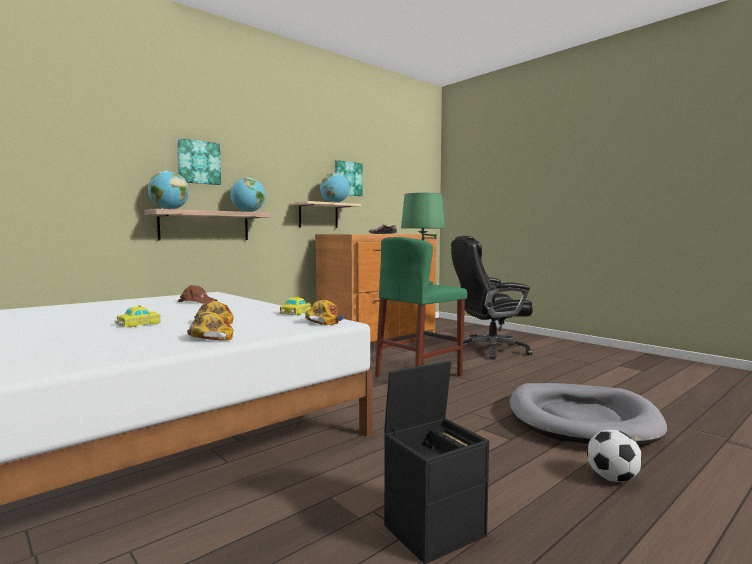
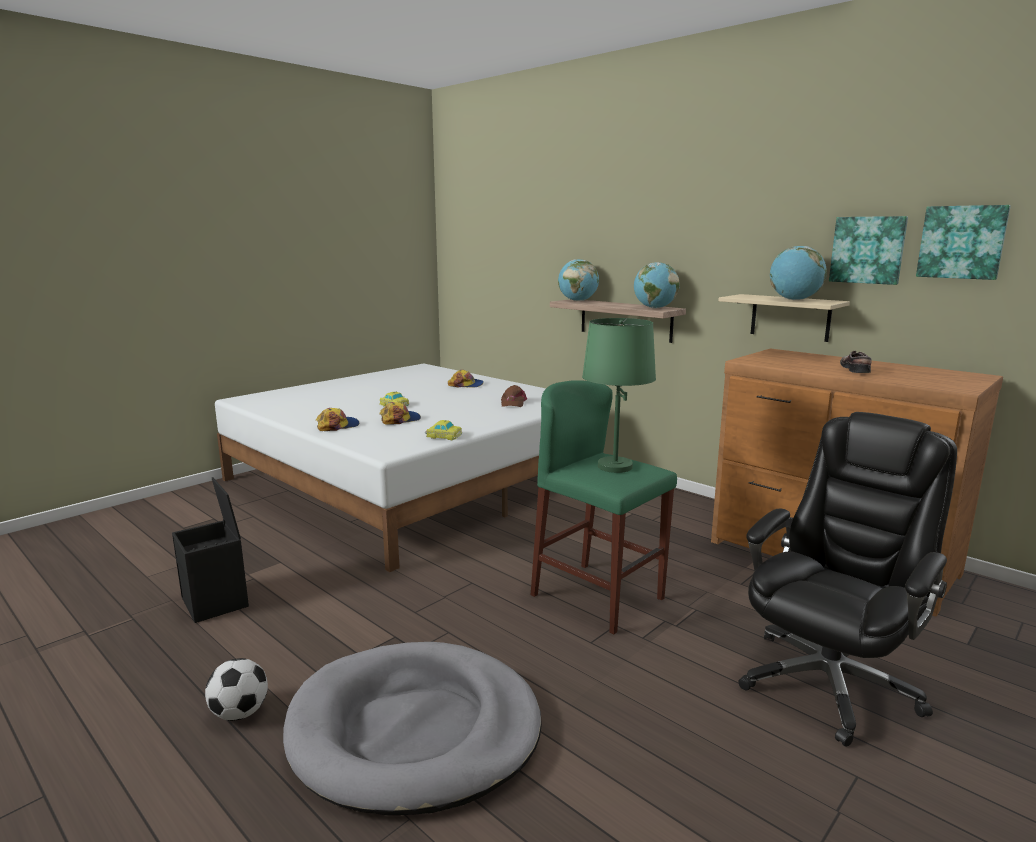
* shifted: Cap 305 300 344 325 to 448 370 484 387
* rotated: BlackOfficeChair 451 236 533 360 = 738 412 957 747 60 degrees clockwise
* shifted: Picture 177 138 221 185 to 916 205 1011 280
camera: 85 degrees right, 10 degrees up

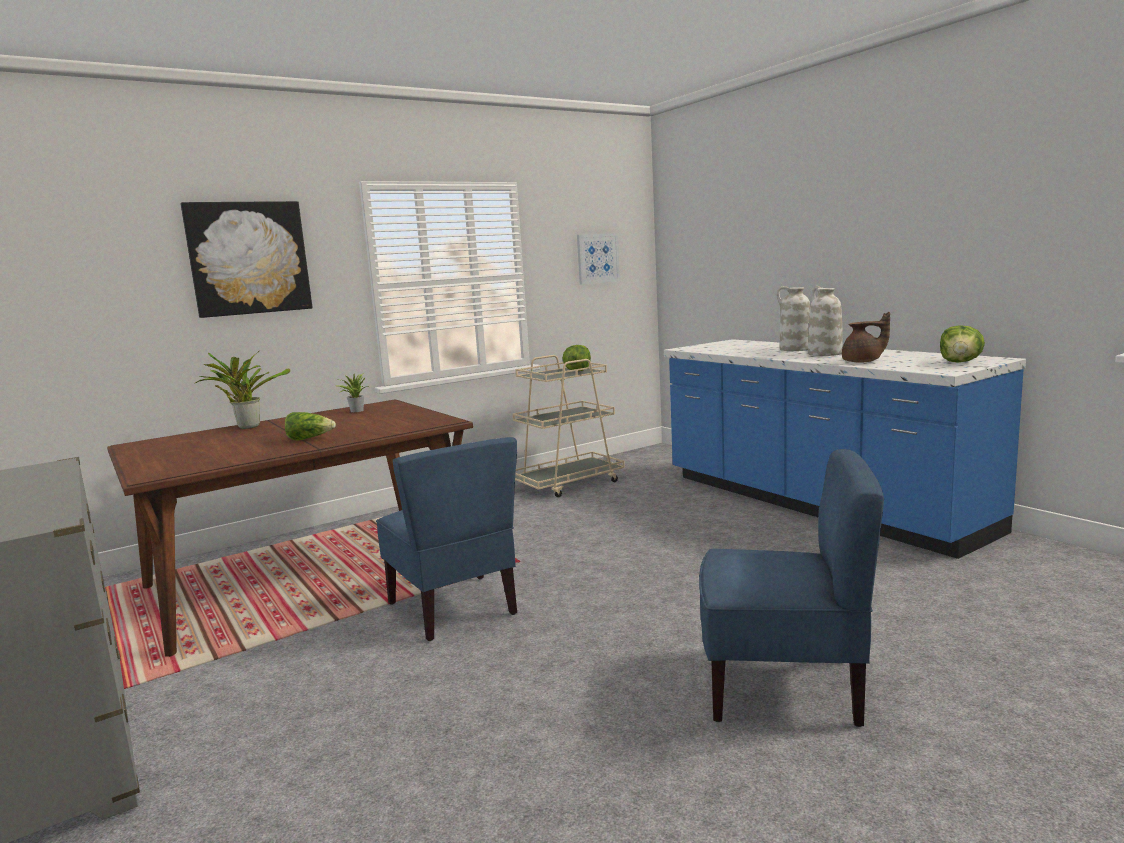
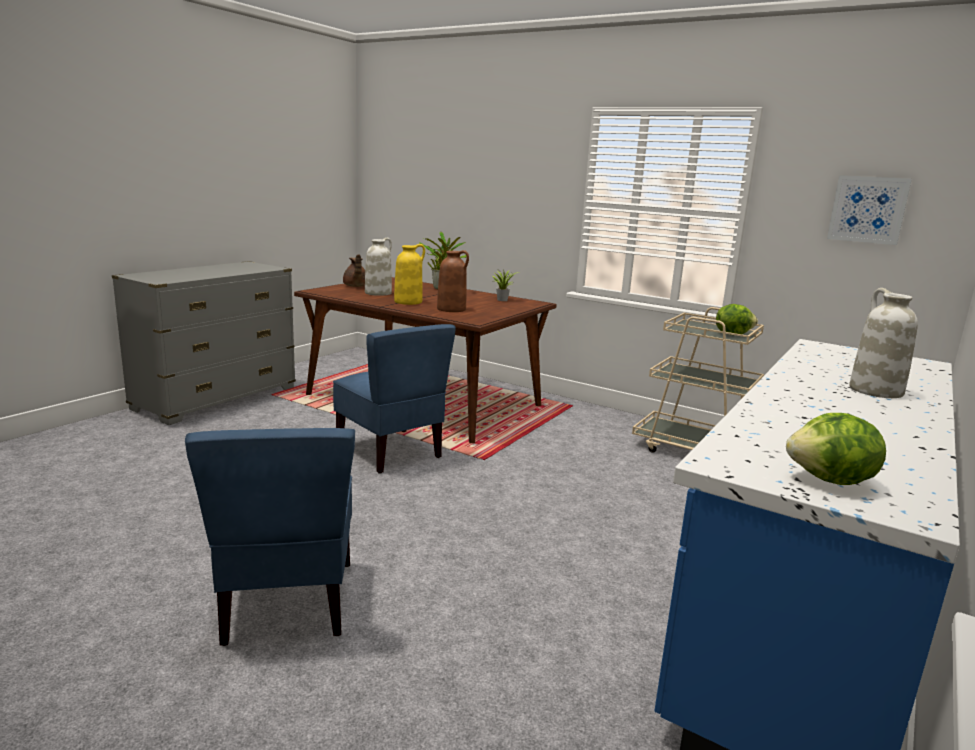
* rotated: BlueChair 376 437 517 641 = 333 324 456 474 75 degrees counterclockwise
* shifted: BrownTeapot 842 312 890 362 to 343 254 365 287
* shifted: WhiteVase 808 286 843 356 to 365 238 392 296
* swapped: Lettuce 285 412 336 440 to YellowVase 394 244 425 305
* new: BrownVase 437 250 469 312
* gone: Picture 181 201 312 318
camera: 65 degrees right, 5 degrees up

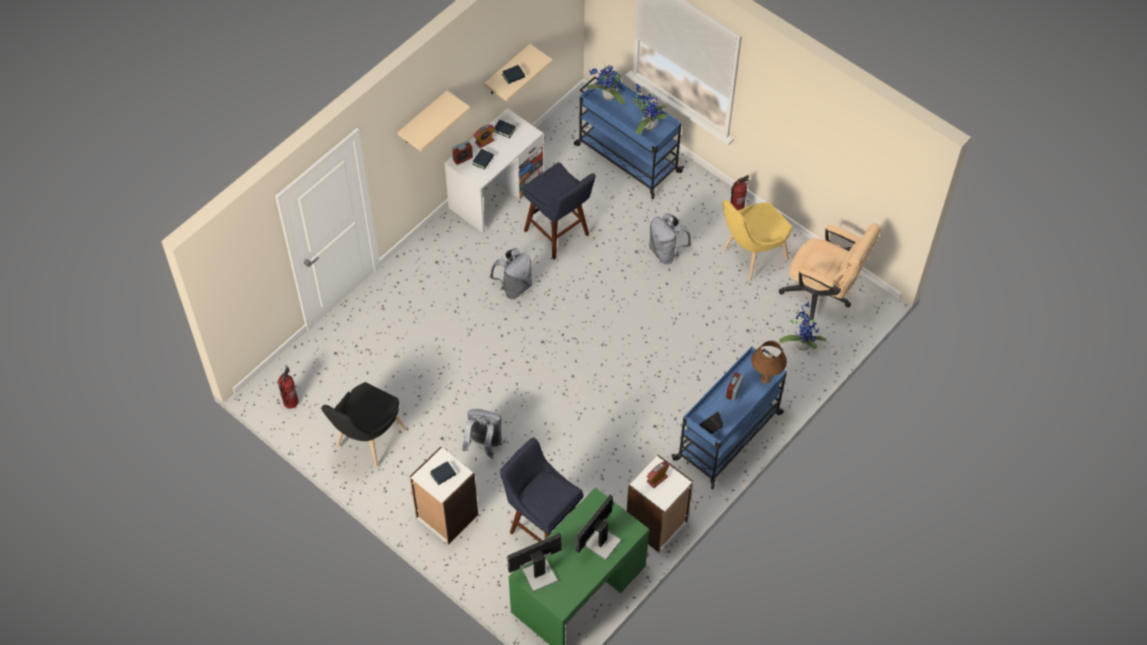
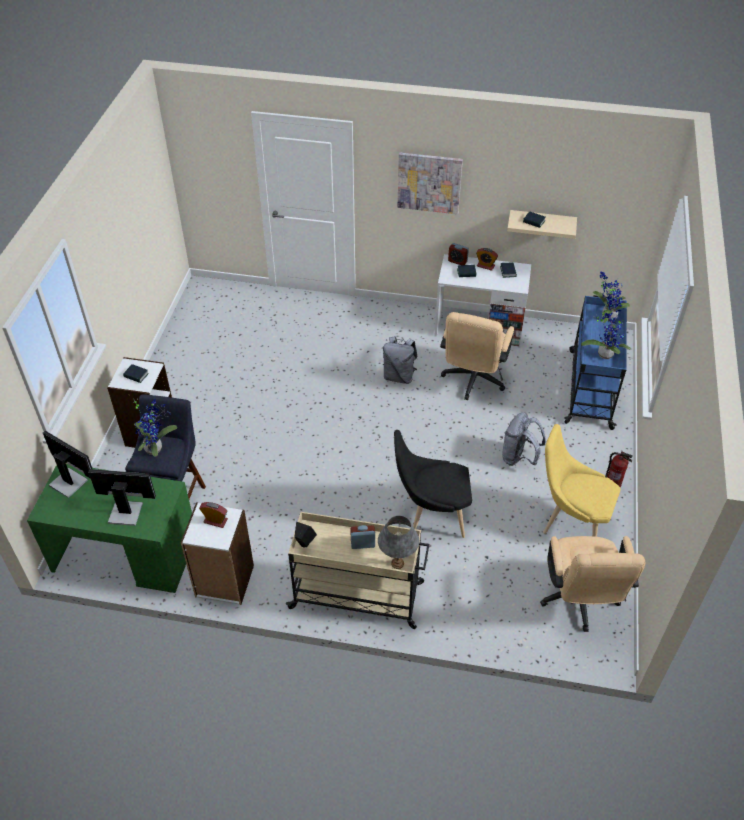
* shifted: PottedPlant 779 301 826 351 to 133 398 177 457
* repainted: BlueCart 671 346 787 489 to BeigeCart 286 512 429 629
* repainted: BrownTableLamp 752 341 787 383 to GreyTableLamp 378 516 419 569
* shifted: BlackChair 321 382 406 467 to 394 430 472 538
* swapped: BeigeShelf 398 91 470 152 to Picture 398 153 463 214
* swapped: BlueStool 522 162 596 259 to BeigeOfficeChair 440 312 514 400
* gone: FireExtinguisher 278 367 299 409
* gone: GreyBackpack 462 409 502 459
camera: 60 degrees right, 10 degrees down

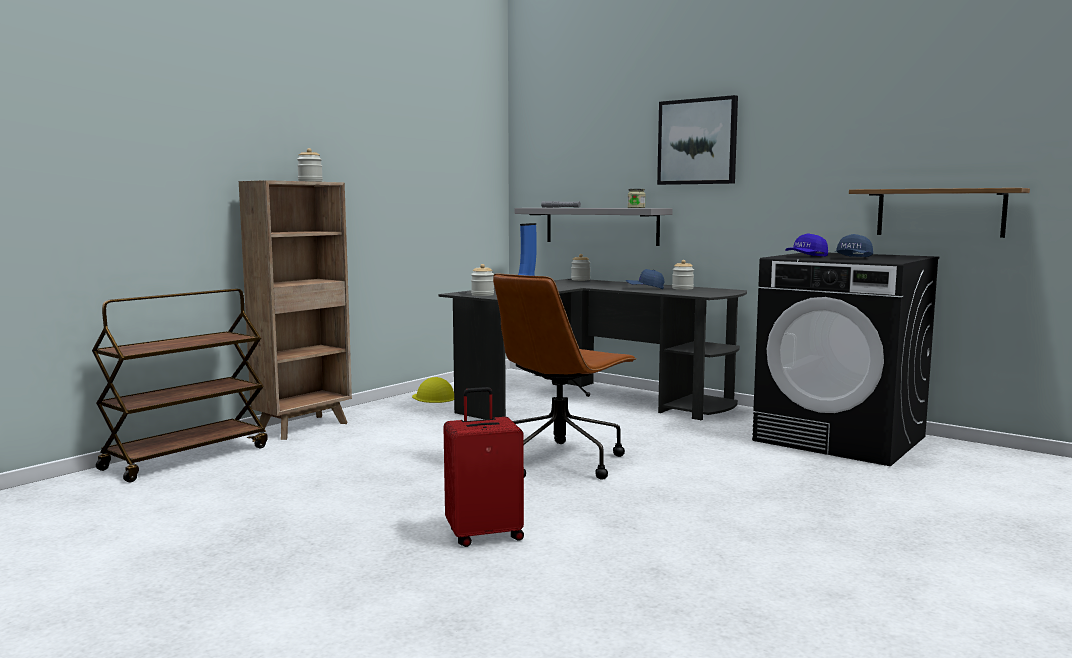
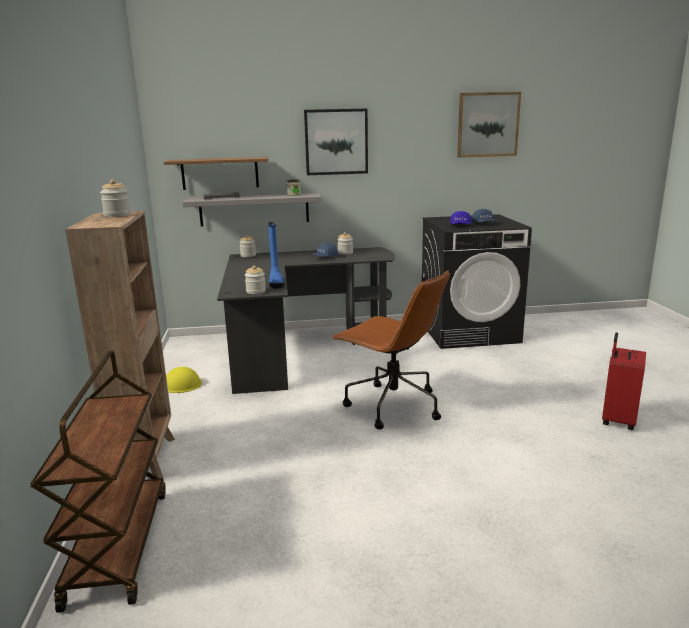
* shifted: Shelf 849 188 1030 238 to 164 157 268 190
* rotated: BrownOfficeChair 493 273 636 480 = 332 270 450 429 45 degrees counterclockwise
* new: Picture 457 92 521 158
* shifted: RedSuitcase 443 387 524 547 to 602 332 646 430
camera: 45 degrees left, 10 degrees up

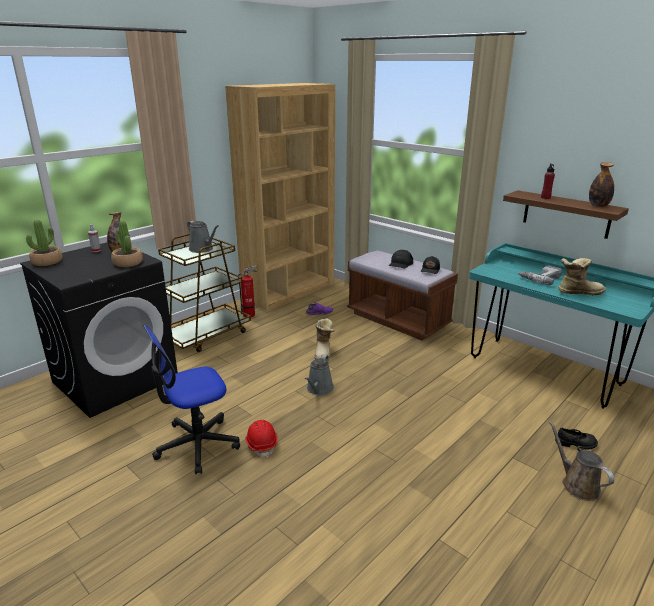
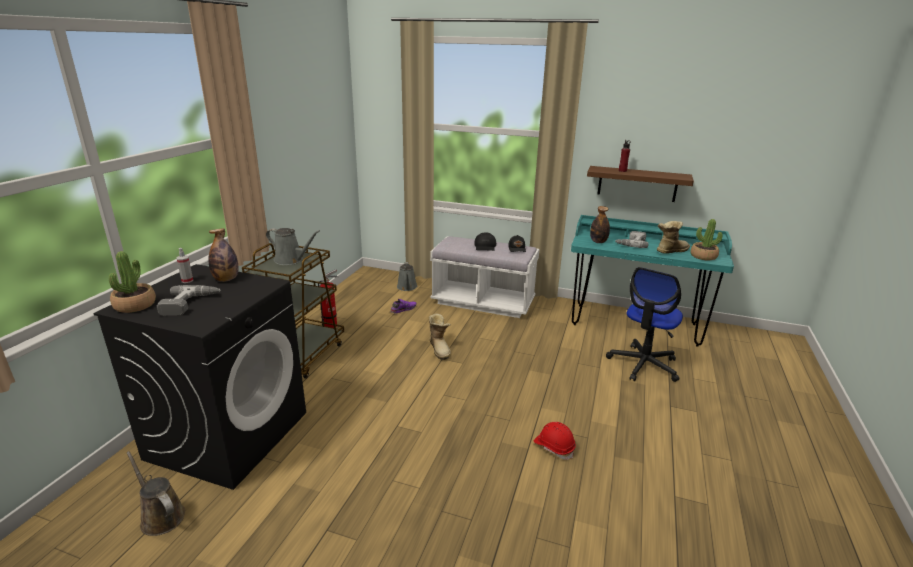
* shifted: BrownWateringCan 549 421 615 501 to 127 451 185 536
* new: PowerDrill 157 285 221 316
* shifted: GreyWateringCan 305 355 334 396 to 397 262 417 291
* repainted: BrownBench 347 251 458 341 to WhiteBench 430 236 539 318
* shifted: RedHardHat 246 420 278 458 to 534 422 576 460
* shifted: Bottle 589 162 614 207 to 590 206 610 243
* shifted: OfficeChair 144 325 240 474 to 606 267 683 382
* shifted: PottedPlant 111 220 143 267 to 690 219 722 261
* gone: BrownBookcase 225 83 335 311
* gone: BlackShoe 555 428 598 450
camera: 25 degrees left, 0 degrees up

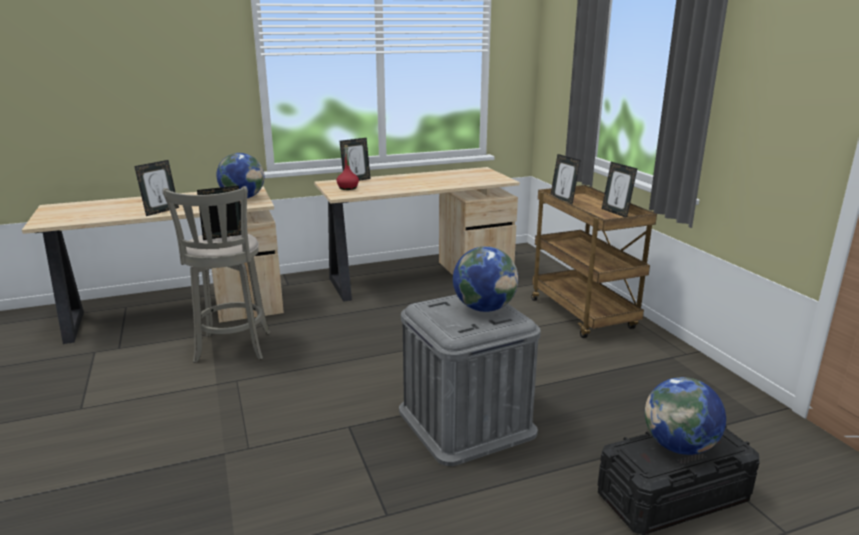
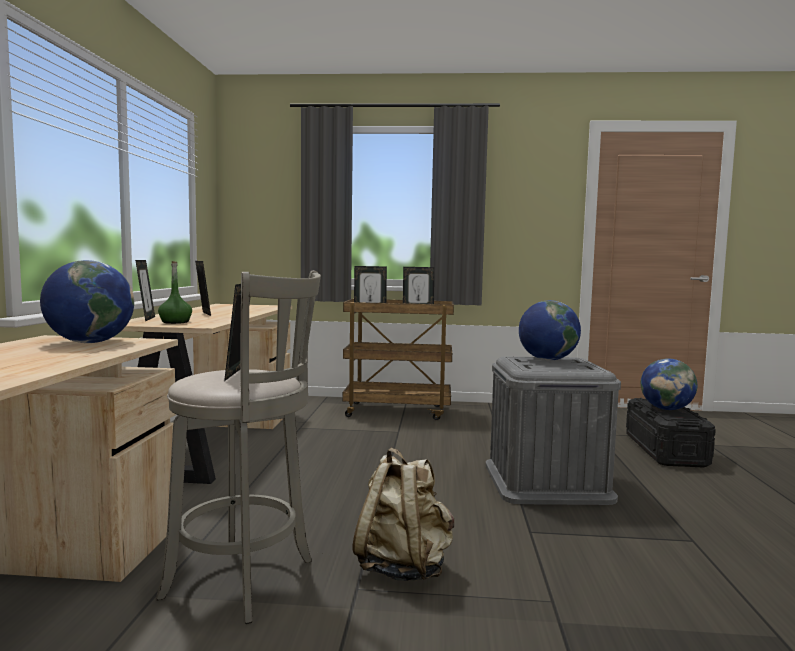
* repainted: RedBottle 336 145 359 190 to GreenBottle 158 261 192 324
* shifted: PictureFrame 134 160 179 216 to 195 261 211 316
* new: BeigeBackpack 352 448 454 581
camera: 65 degrees left, 15 degrees down

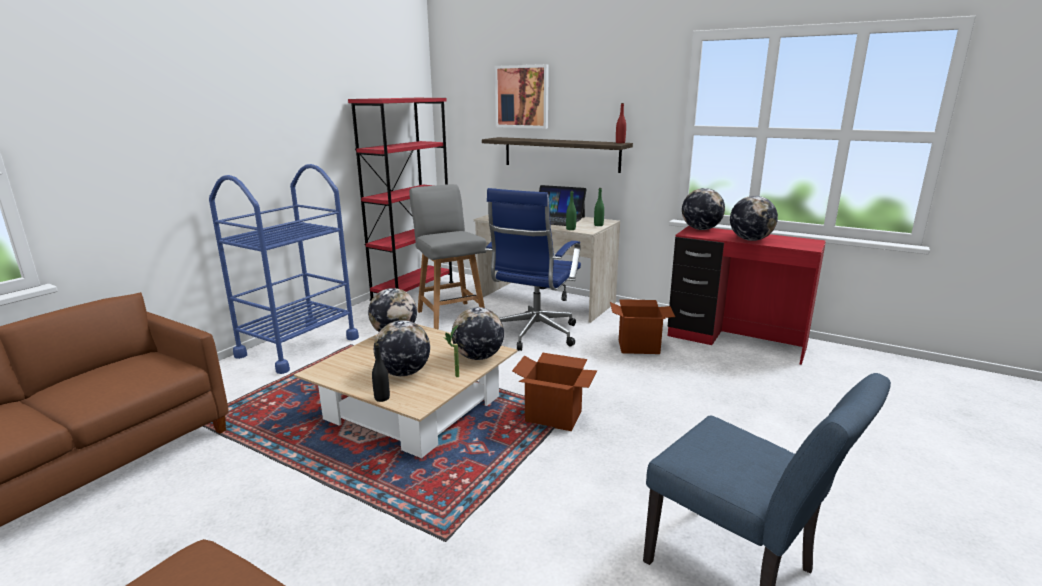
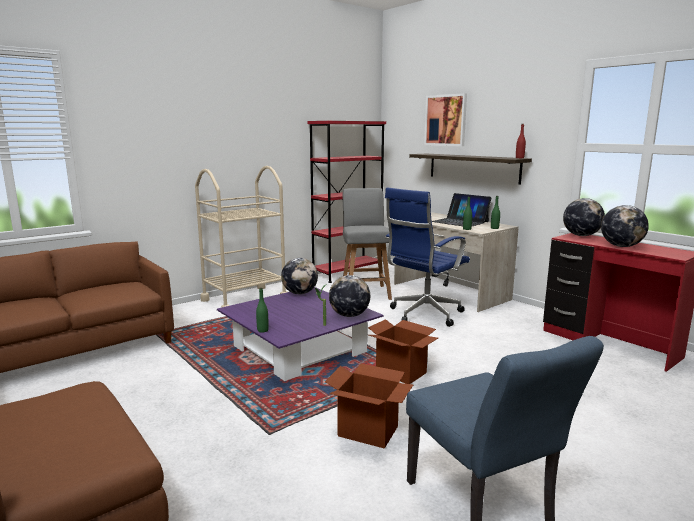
* repainted: BlueCart 209 164 359 374 to BeigeCart 195 166 287 308
* repainted: BeigeCoffeeTable 294 324 518 458 to PurpleCoffeeTable 217 287 384 381
* repainted: BlackBottle 372 343 390 402 to GreenBottle 256 288 269 333
* shifted: CardboardBox 610 299 675 354 to 325 363 414 449
* gone: Globe 374 320 430 376
camera: 20 degrees right, 5 degrees down

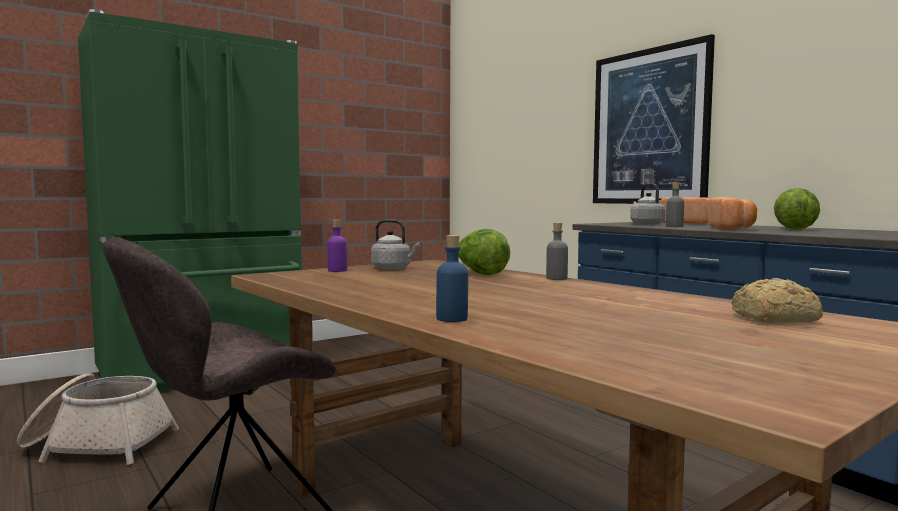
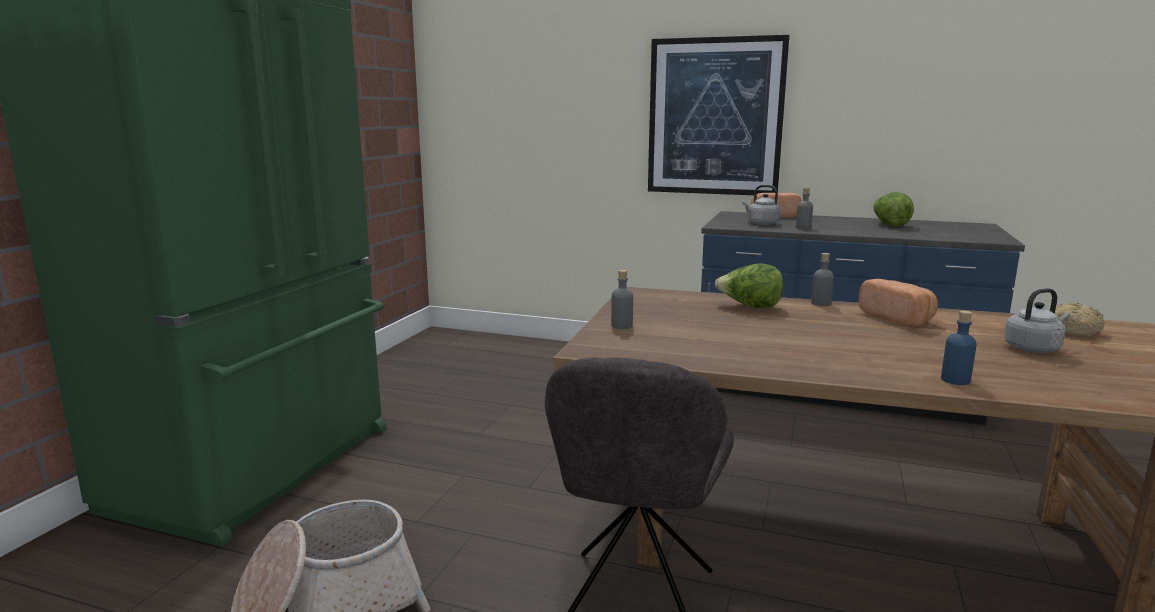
* repainted: PurpleBottle 327 220 347 272 to GreyBottle 611 270 633 329
* shifted: Bread 707 197 757 230 to 859 279 938 327
* shifted: GreyKettle 371 219 420 270 to 1004 288 1070 353
camera: 35 degrees left, 10 degrees up

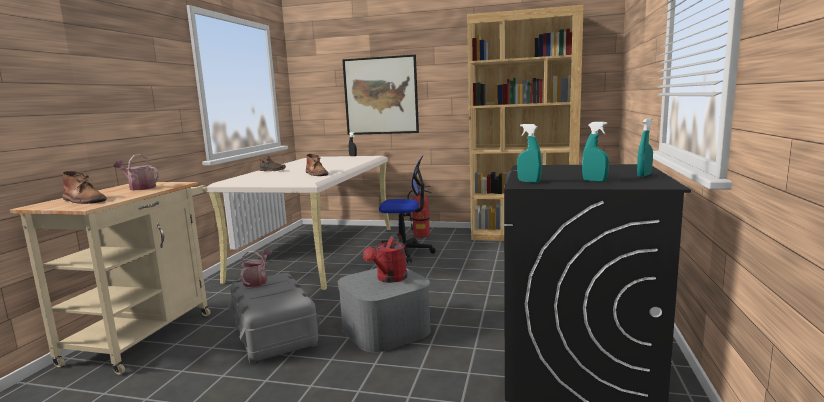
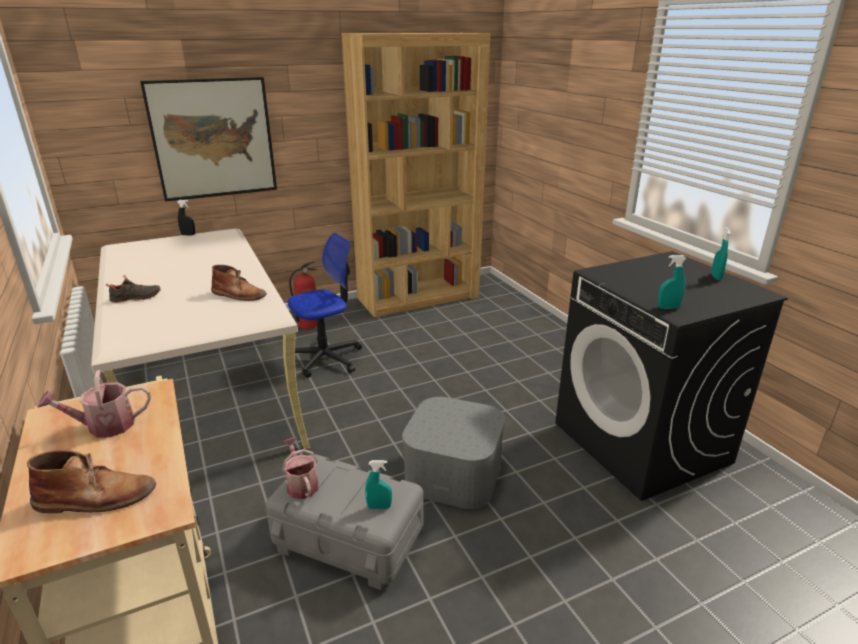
* shifted: TurquoiseSprayBottle 582 122 609 182 to 365 460 392 509
* gone: RedWateringCan 363 233 407 283
camera: 40 degrees left, 15 degrees up

